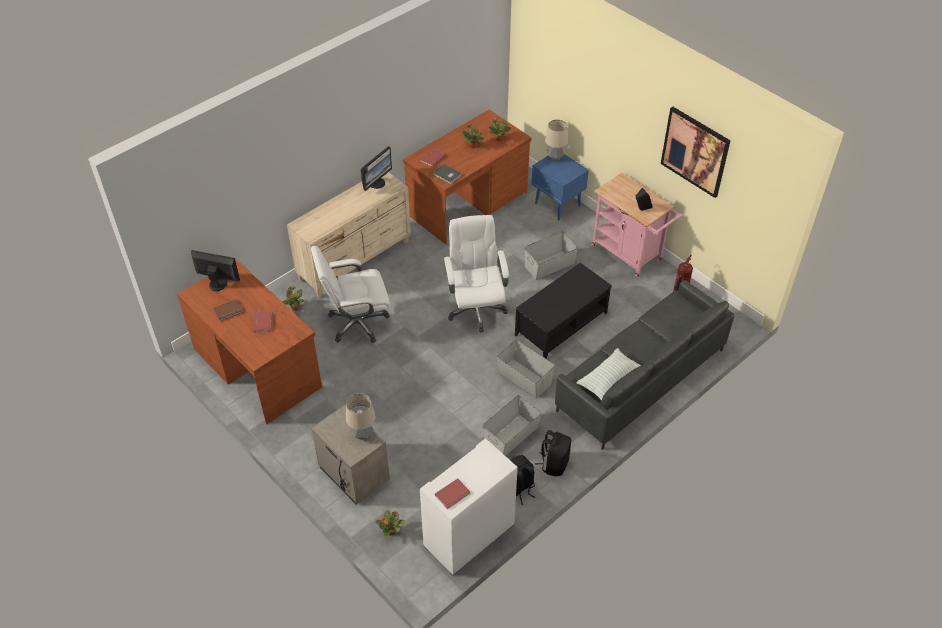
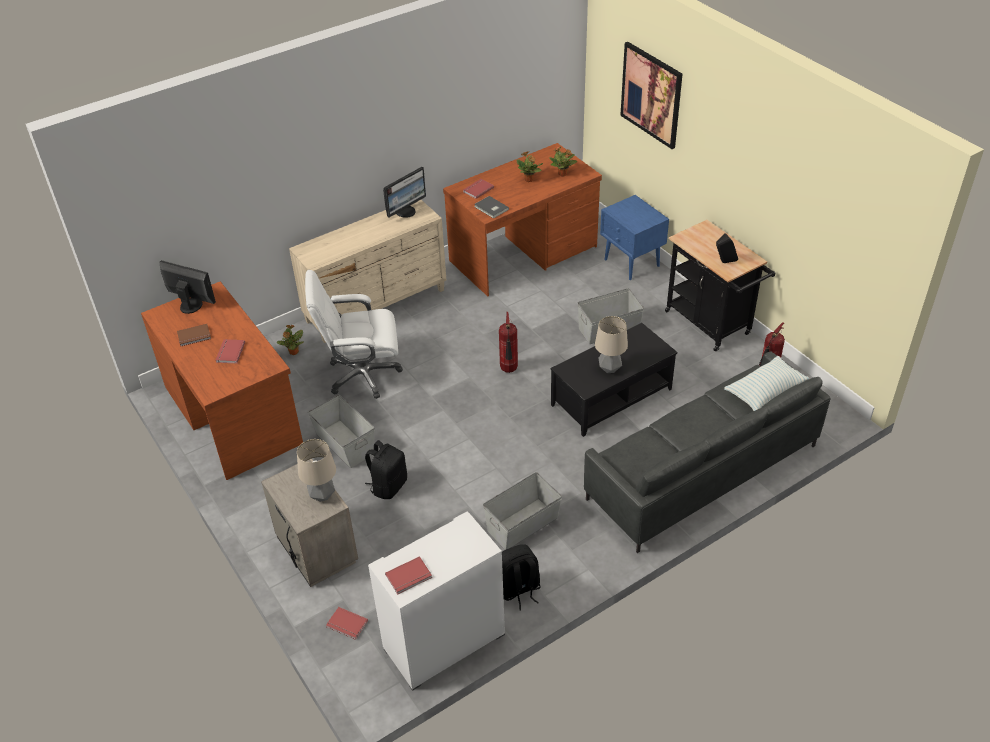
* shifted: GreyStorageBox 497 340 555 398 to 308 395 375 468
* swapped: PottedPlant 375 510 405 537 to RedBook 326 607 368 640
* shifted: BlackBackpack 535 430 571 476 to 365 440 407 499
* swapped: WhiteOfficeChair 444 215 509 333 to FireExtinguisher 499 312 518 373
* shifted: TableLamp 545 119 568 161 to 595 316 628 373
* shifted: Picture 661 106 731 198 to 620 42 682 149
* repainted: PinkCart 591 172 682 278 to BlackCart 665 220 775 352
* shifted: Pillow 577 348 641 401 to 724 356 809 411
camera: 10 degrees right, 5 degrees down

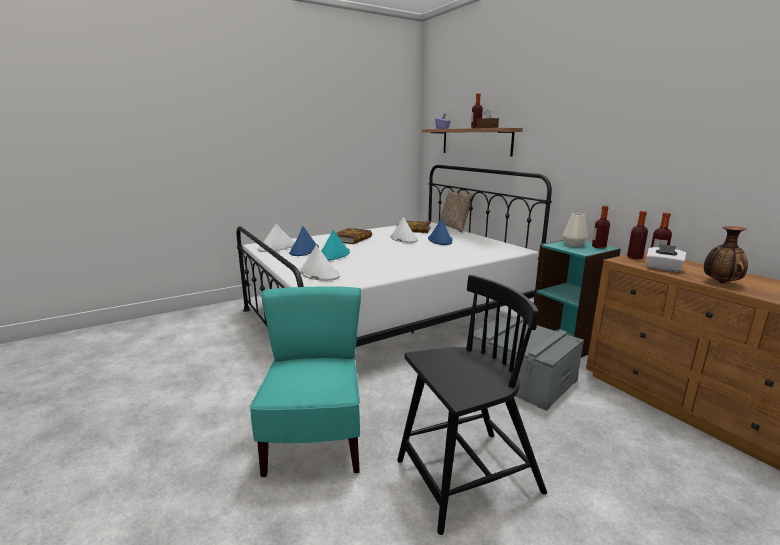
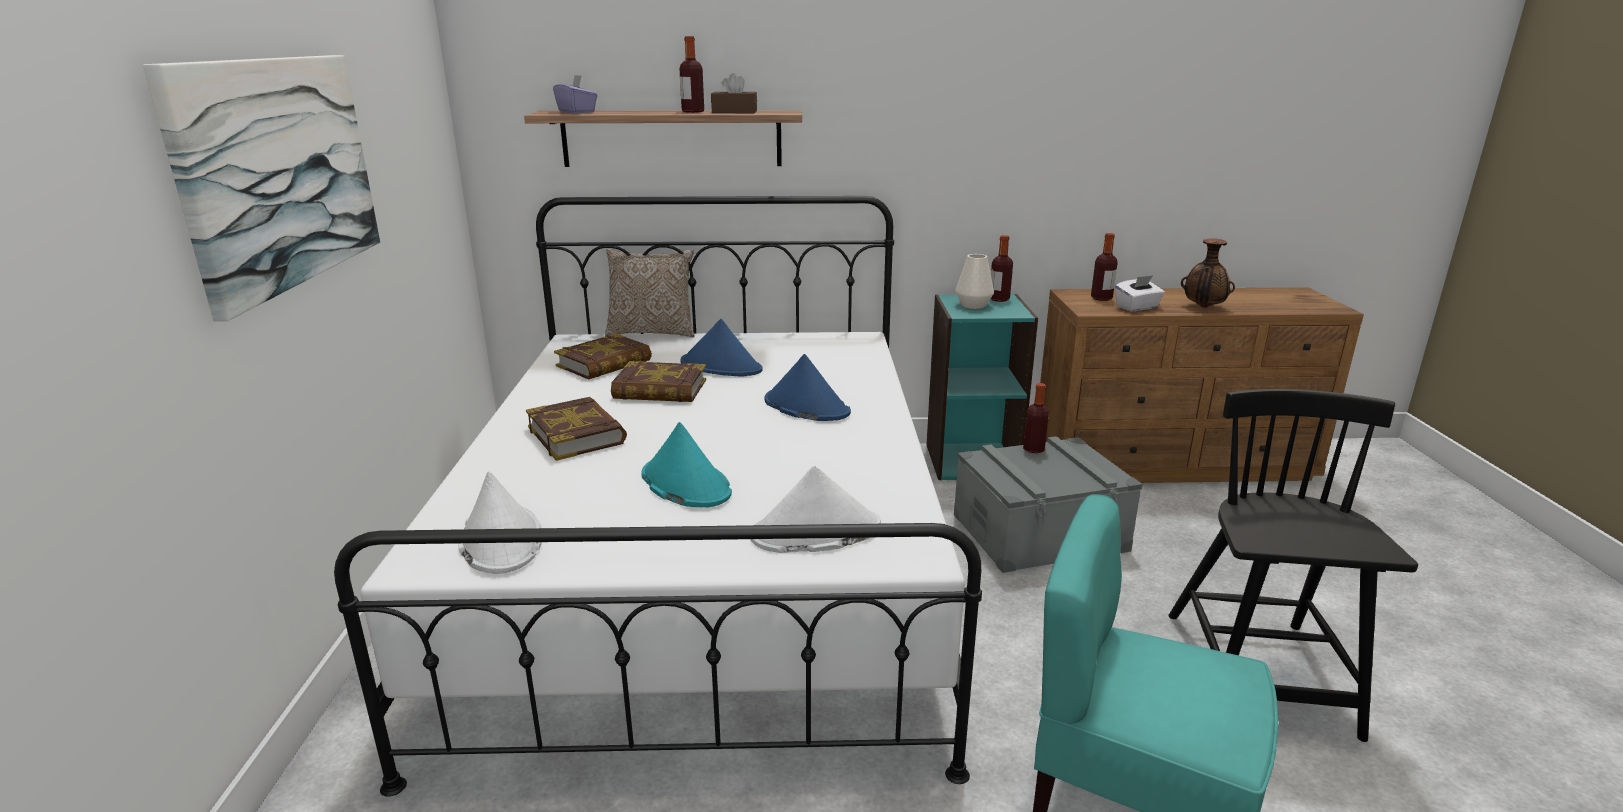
* new: Picture 143 55 380 321
* swapped: WhiteHat 390 217 418 243 to Book 611 361 706 402
* shifted: BlueHat 289 226 319 256 to 764 354 851 421
* shifted: Bottle 627 211 648 259 to 1023 383 1049 453
camera: 60 degrees left, 5 degrees up

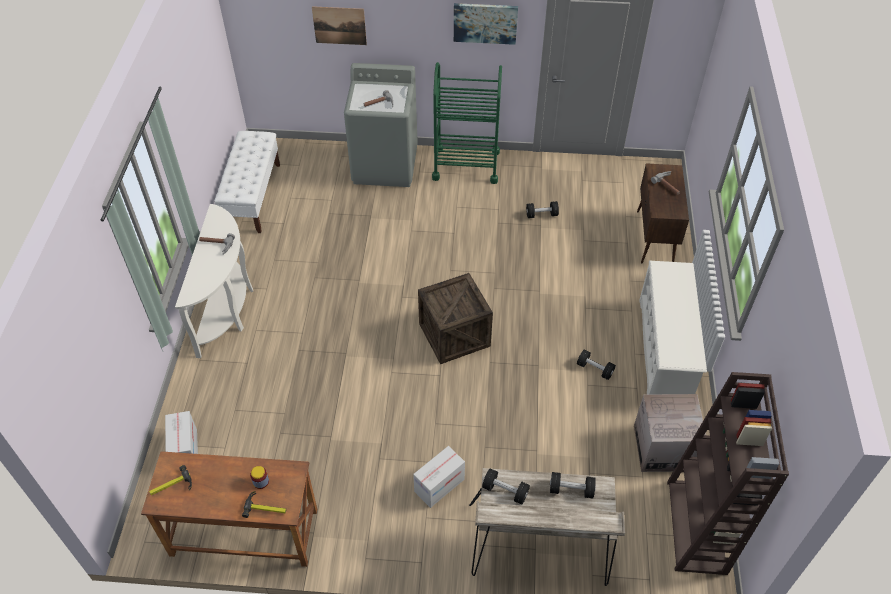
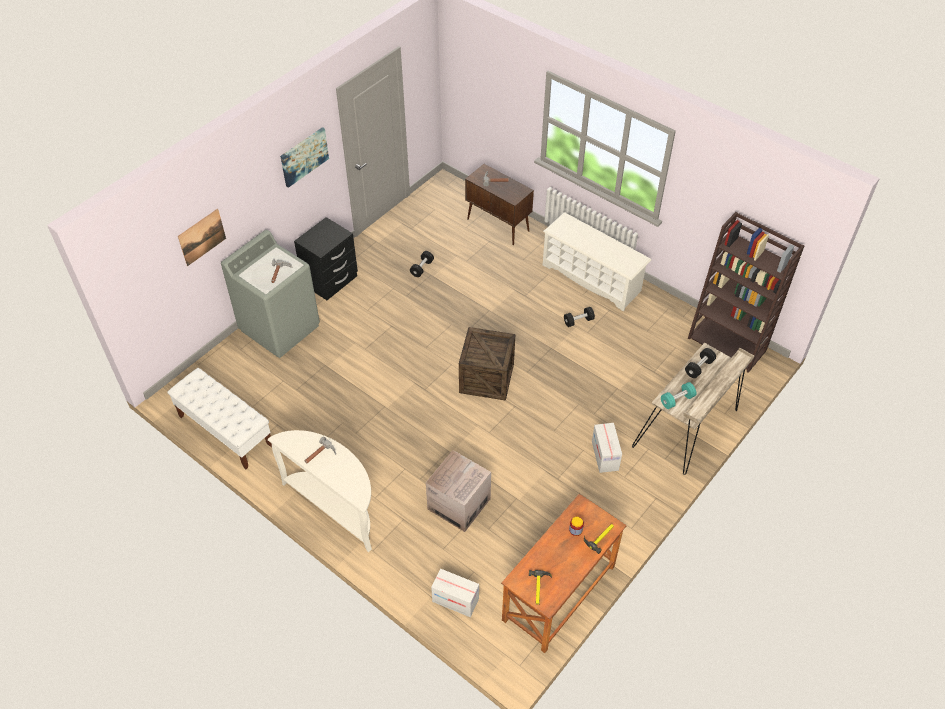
* swapped: GreenCart 432 62 502 184 to BlackNightstand 294 217 358 300
* shifted: CardboardBox 634 394 706 472 to 426 450 491 532
* repainted: BlackDumbbell 482 468 530 504 to TurquoiseDumbbell 661 382 696 409
camera: 55 degrees left, 0 degrees up

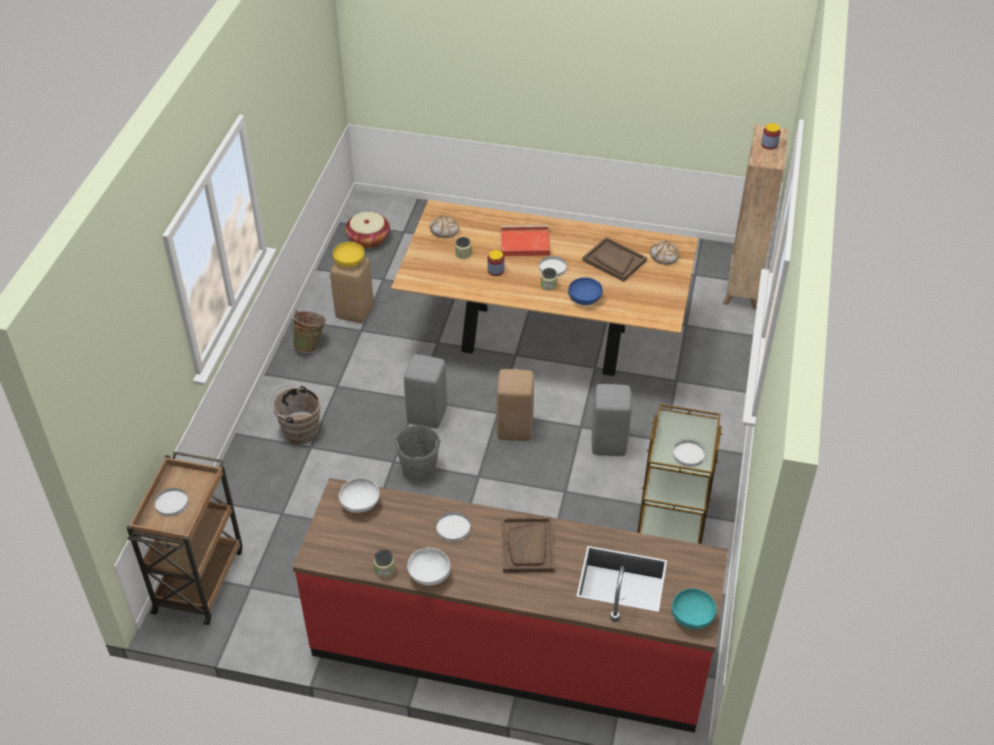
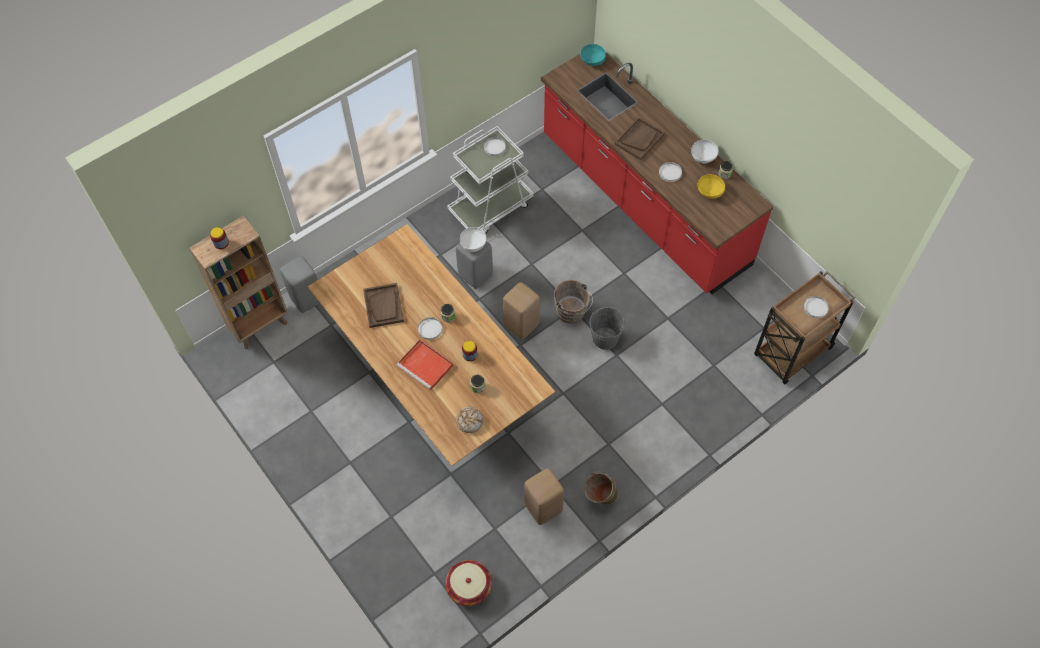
* shifted: GreyStool 404 354 447 429 to 280 256 320 313
* repainted: BrownCart 637 404 722 544 to WhiteCart 447 126 534 234
* shifted: WhiteBowl 339 478 380 513 to 460 227 487 252
* shifted: BrownBucket 268 384 321 444 to 554 280 593 324
* shifted: YellowBowl 333 242 365 267 to 697 174 725 199
* gone: BlueBowl 568 277 603 305
* gone: Bread 650 241 680 265
camera: 140 degrees left, 15 degrees up

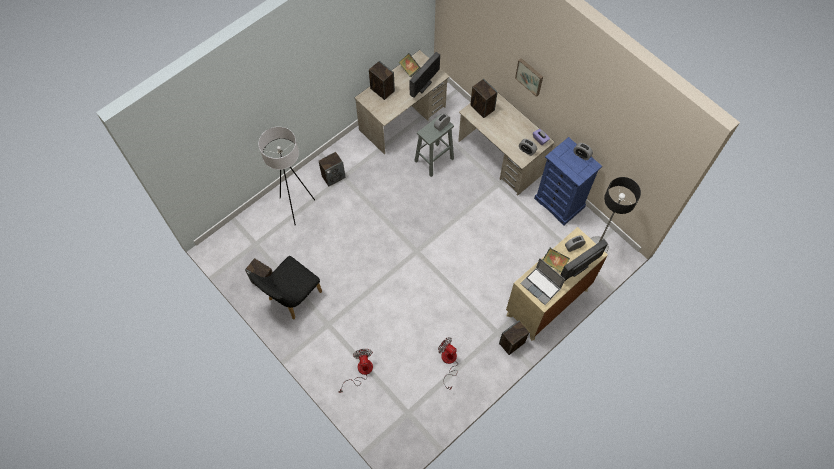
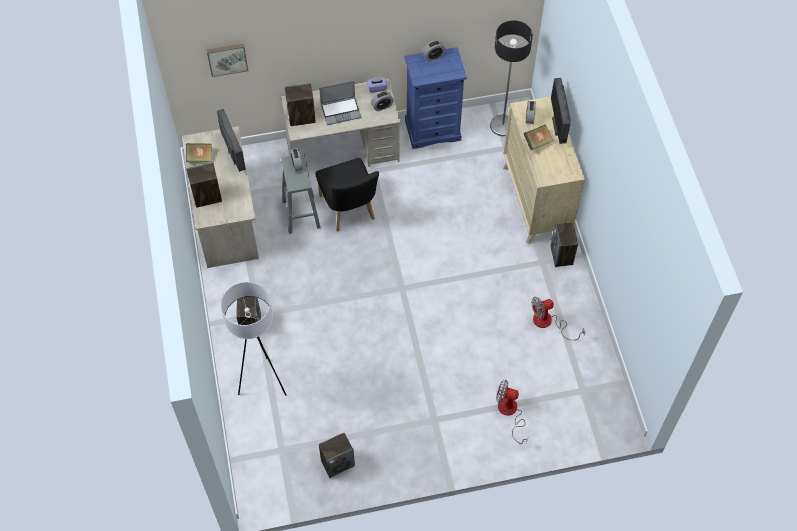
* shifted: Picture 515 58 543 97 to 207 44 248 77
* shifted: BlackChair 250 256 322 319 to 316 158 379 231
* shifted: Laptop 520 258 565 305 to 319 80 361 125
camera: 60 degrees left, 5 degrees down

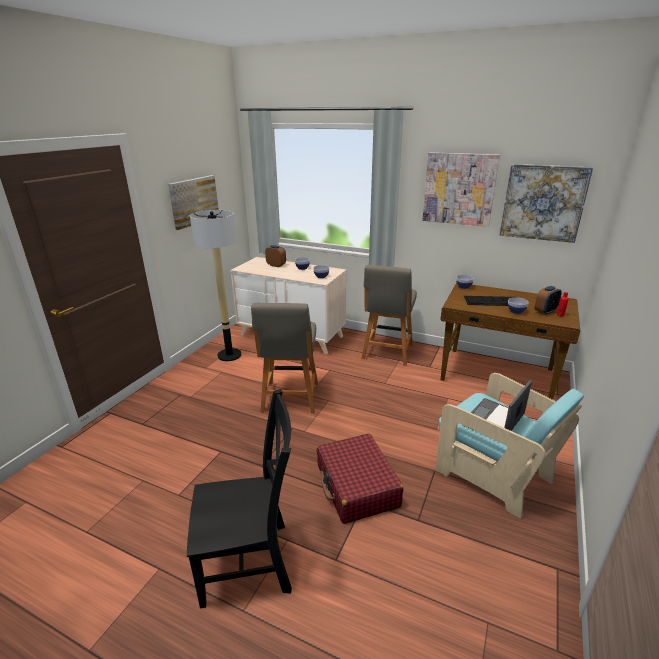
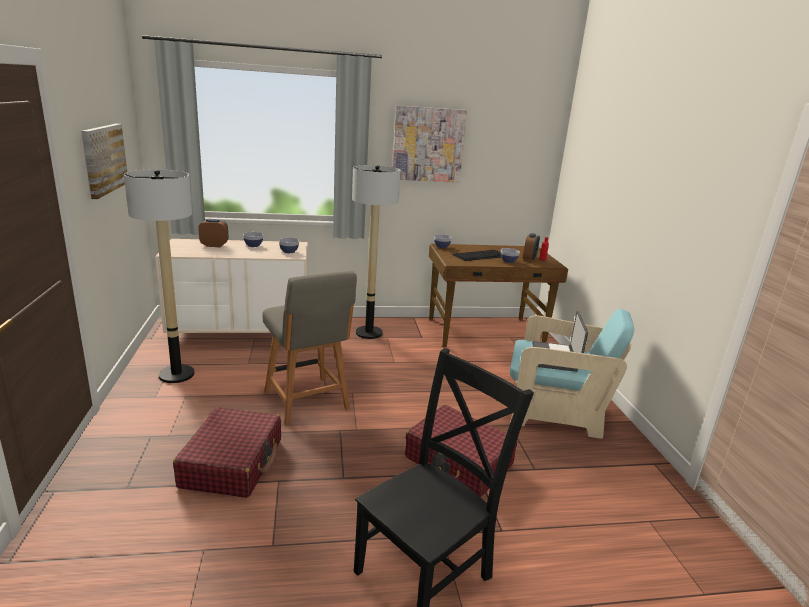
* new: RedSuitcase 173 407 281 498
* swapped: GreyChair 362 265 417 366 to FloorLamp 352 165 401 339
* gone: Picture 500 164 593 243
camera: 35 degrees left, 5 degrees down

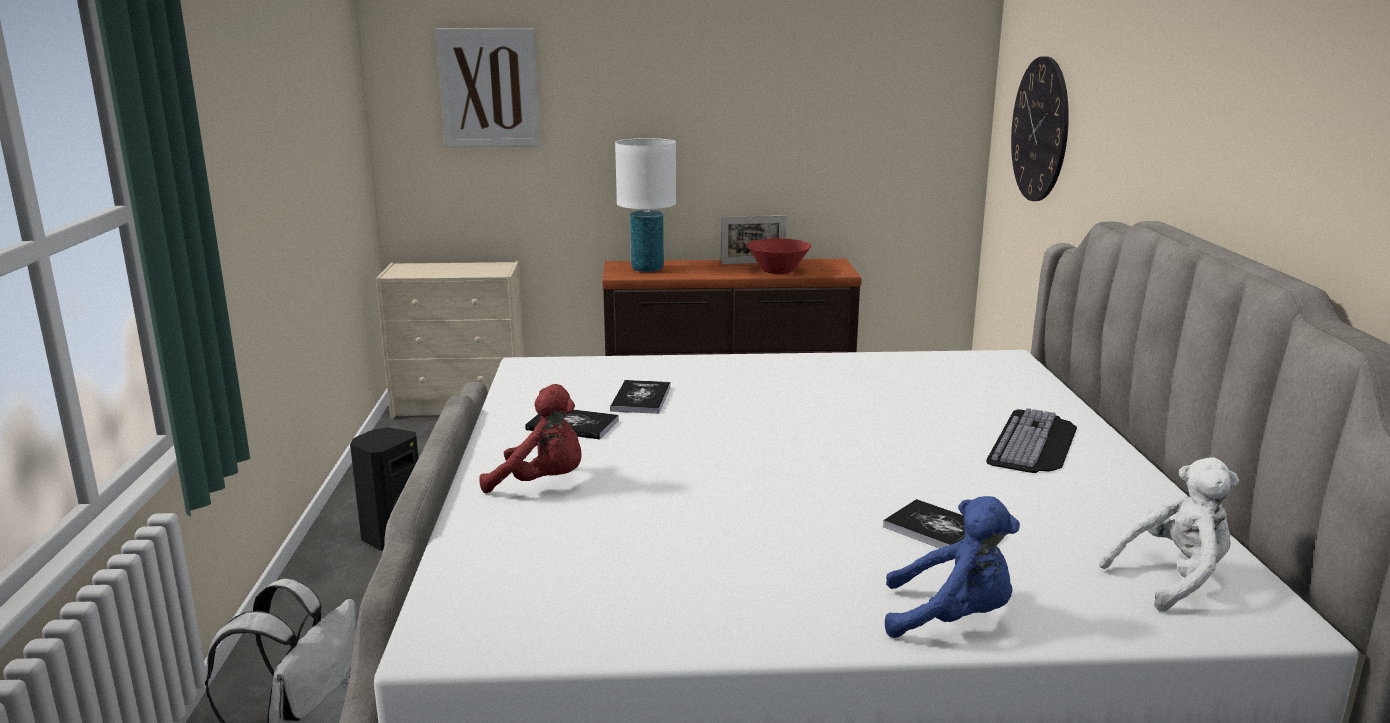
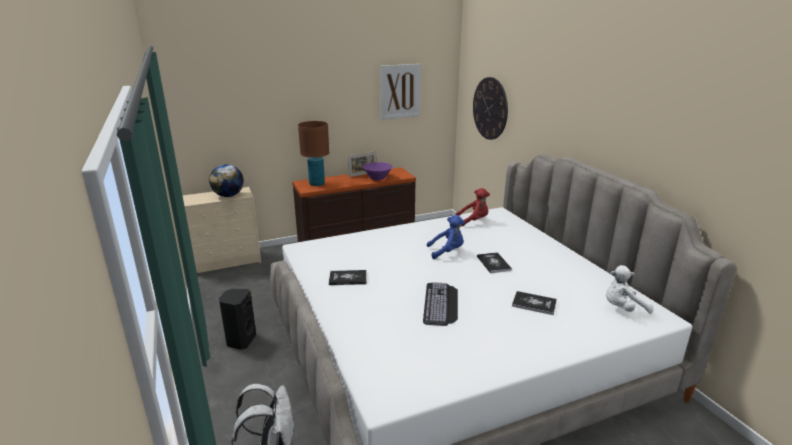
* new: Globe 209 164 244 197
* repainted: WhiteTableLamp 615 138 676 272 to BrownTableLamp 298 121 329 186
* repainted: RedBowl 747 238 811 274 to PurpleBowl 363 162 393 180
* shifted: Picture 436 28 540 147 to 380 64 421 120
* shifted: Keyboard 986 408 1077 473 to 423 282 458 326
* shifted: BluePlushToy 885 496 1020 638 to 427 215 465 259
* shifted: RedPlushToy 479 384 582 493 to 456 188 490 226
* shifted: Book 610 380 670 414 to 477 252 512 273
* rotated: WhitePlushToy 1099 457 1239 612 = 606 265 653 314 150 degrees counterclockwise
camera: 20 degrees left, 5 degrees up

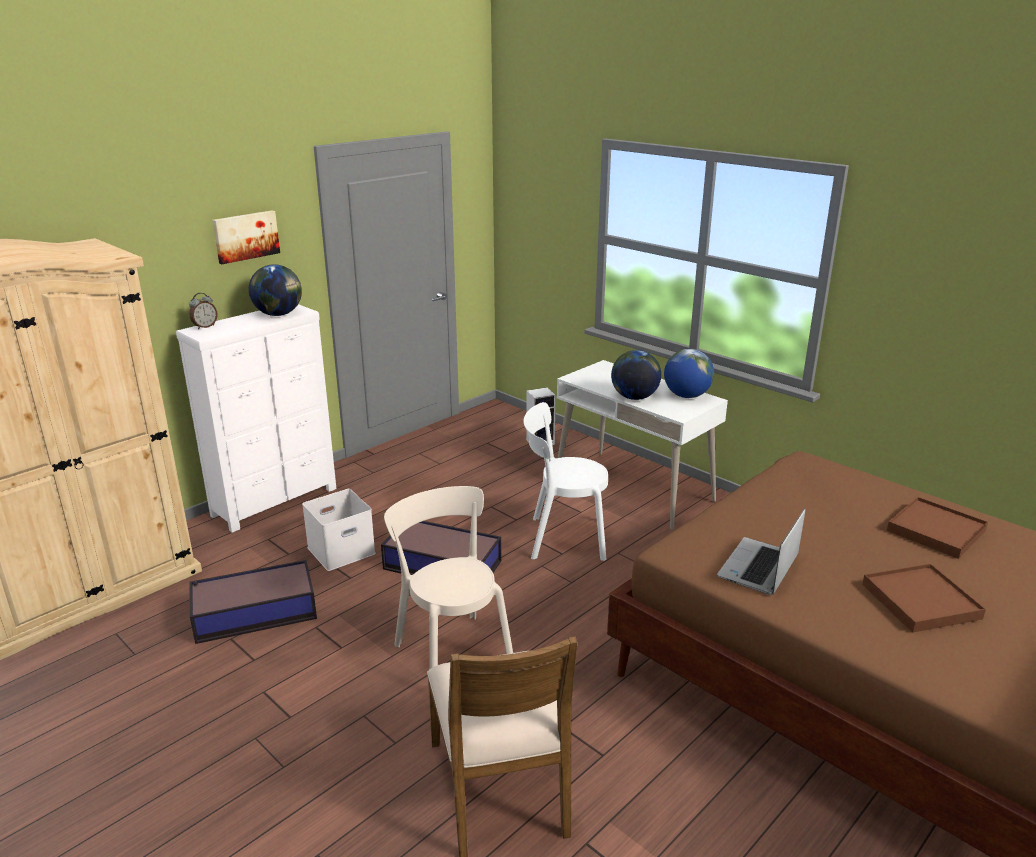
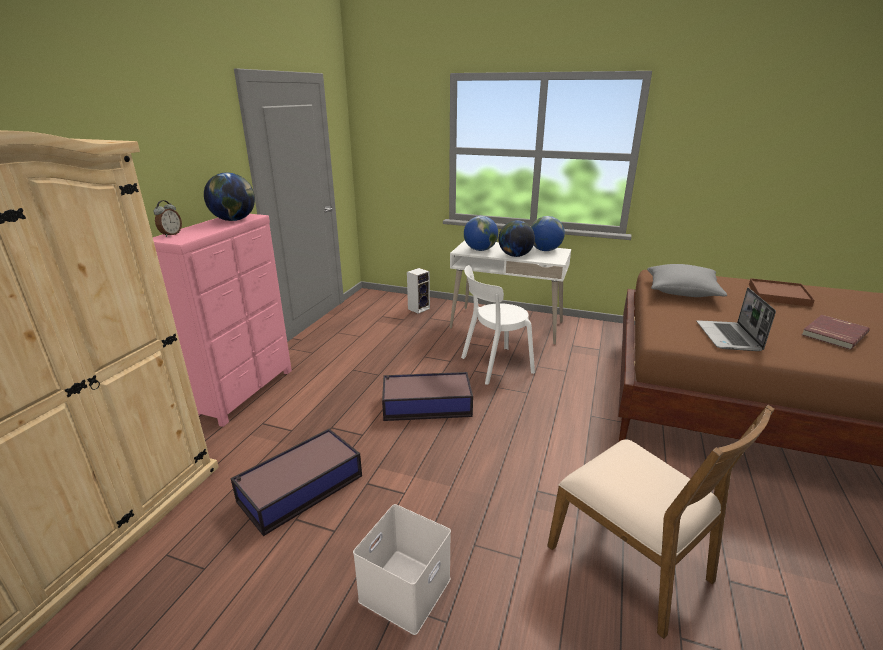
* repainted: WhiteDresser 176 304 337 533 to PinkDresser 153 214 292 427
* shifted: WhiteStorageBox 302 489 376 571 to 353 504 451 635
* new: Globe 464 216 498 251
* new: GreyPillow 647 264 727 297
* swapped: BrownTray 862 564 986 633 to RedBook 802 315 870 350
* gone: Picture 213 210 280 264
* gone: BeigeChair 384 486 513 669
camera: 25 degrees left, 0 degrees up

